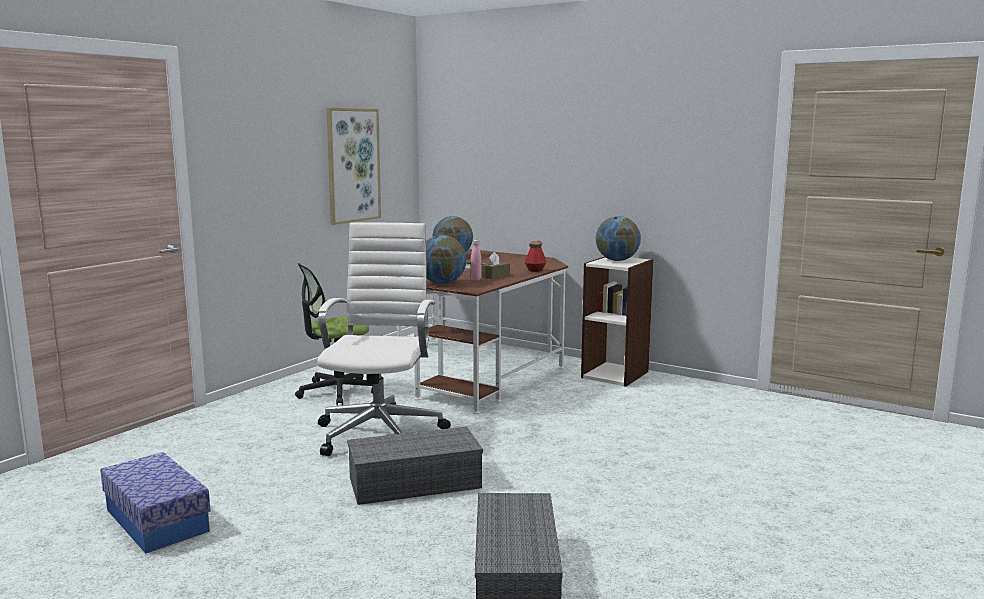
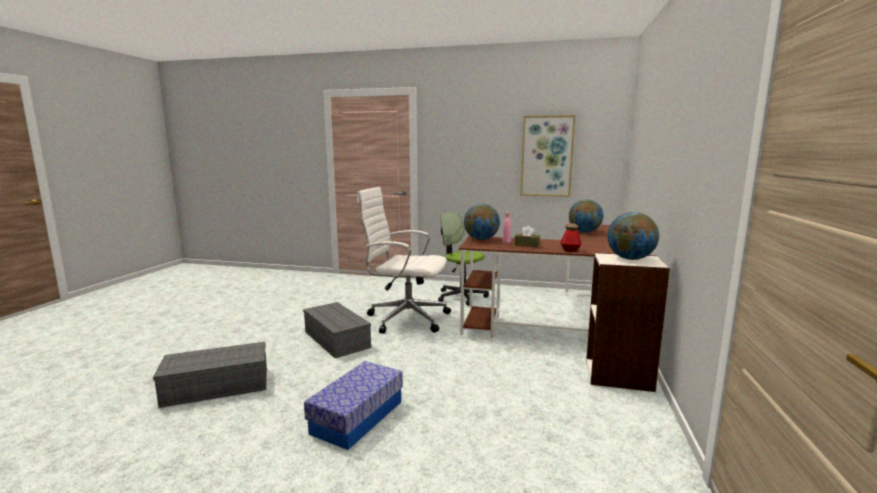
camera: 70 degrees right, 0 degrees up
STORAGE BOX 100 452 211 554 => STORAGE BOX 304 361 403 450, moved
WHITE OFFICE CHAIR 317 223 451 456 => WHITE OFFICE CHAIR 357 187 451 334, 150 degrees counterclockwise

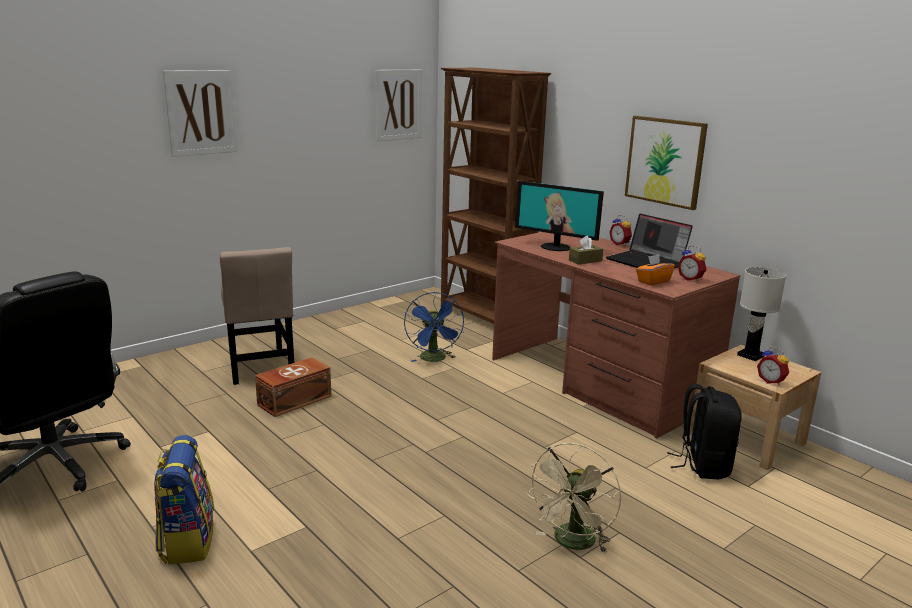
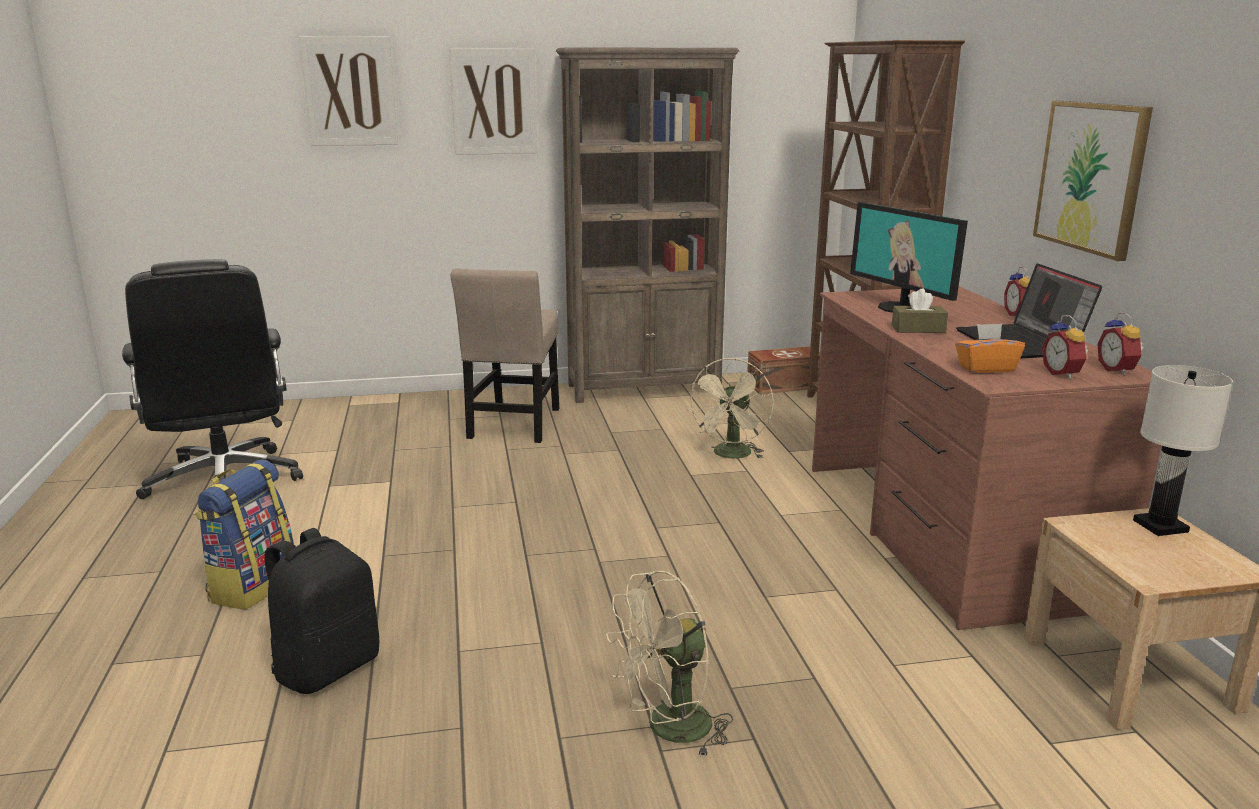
camera: 30 degrees right, 0 degrees up
BLACK BACKPACK 667 384 742 480 => BLACK BACKPACK 265 528 379 694, moved
PICTURE 375 70 422 141 => PICTURE 299 36 398 146, moved
nothing => BROWN BOOKCASE 556 47 739 403
BLUE FAN 404 292 464 362 => BEIGE FAN 687 358 774 459
BROWN STORAGE BOX 255 357 331 417 => BROWN STORAGE BOX 747 346 820 394, moved
ALARM CLOCK 757 347 789 385 => ALARM CLOCK 1097 312 1144 375, moved

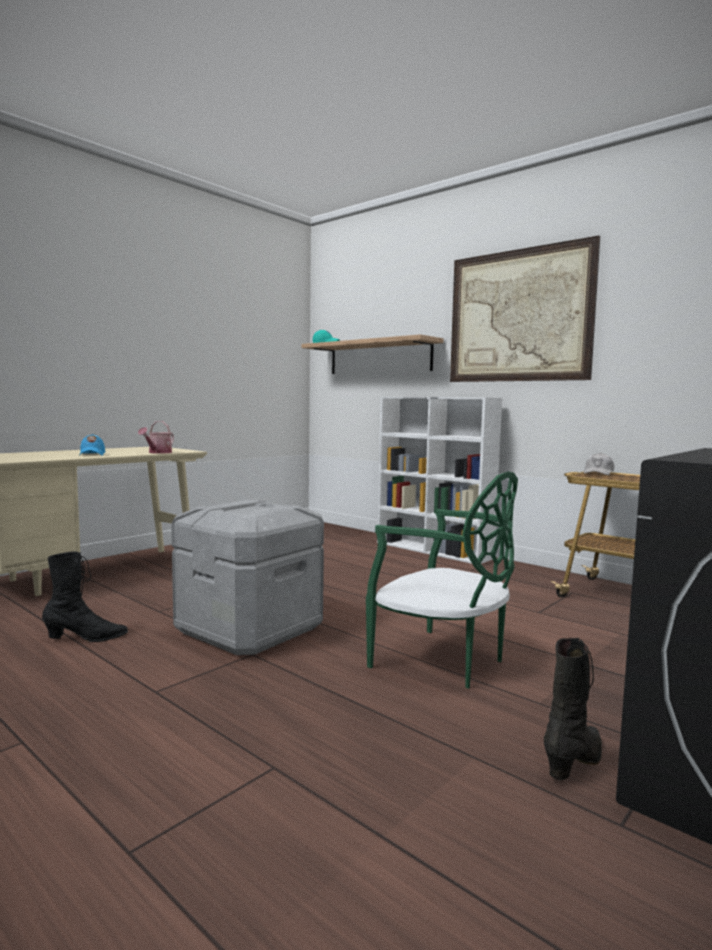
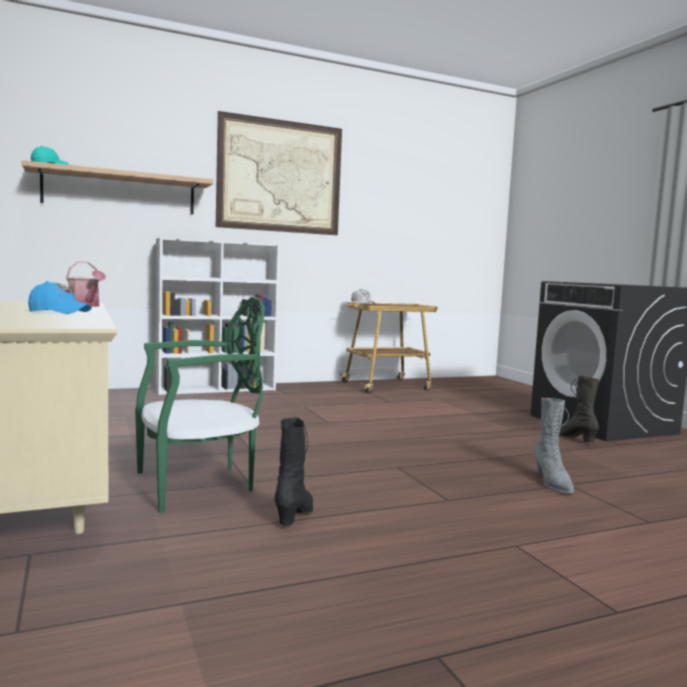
camera: 65 degrees left, 0 degrees up
GREEN CHAIR 366 471 518 689 => GREEN CHAIR 135 297 265 513, moved
nothing => GREY BOOT 534 398 574 494
GREY STORAGE BOX 171 499 324 655 => nothing

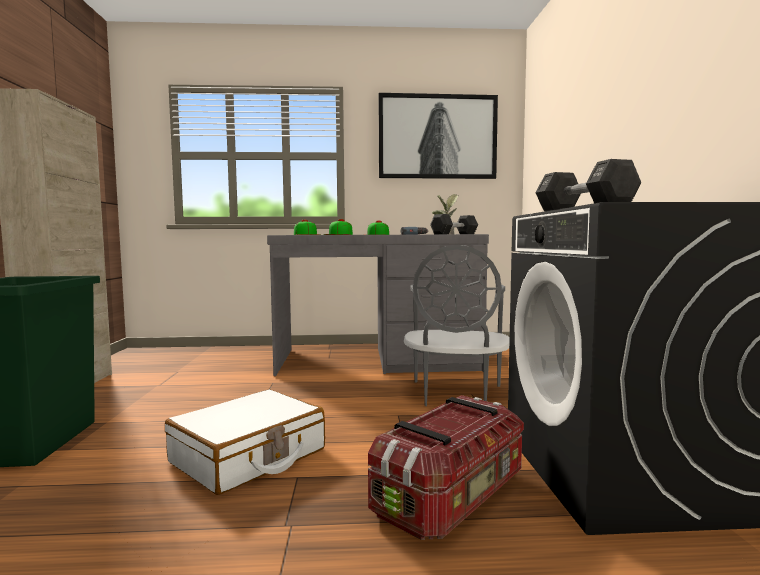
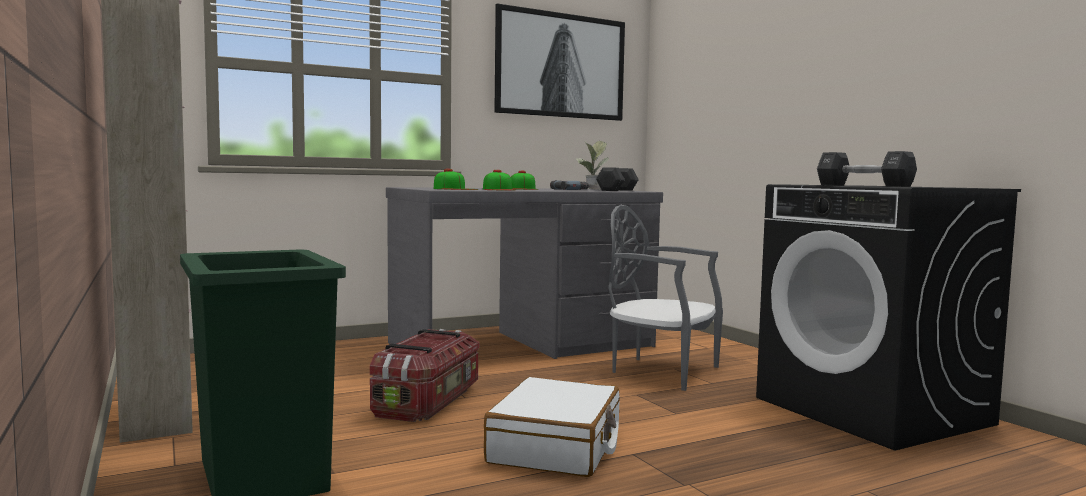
camera: 25 degrees left, 0 degrees up
STORAGE BOX 368 395 524 540 => STORAGE BOX 370 329 480 422, moved
GREY CHAIR 404 245 510 406 => GREY CHAIR 608 205 723 391, 135 degrees clockwise

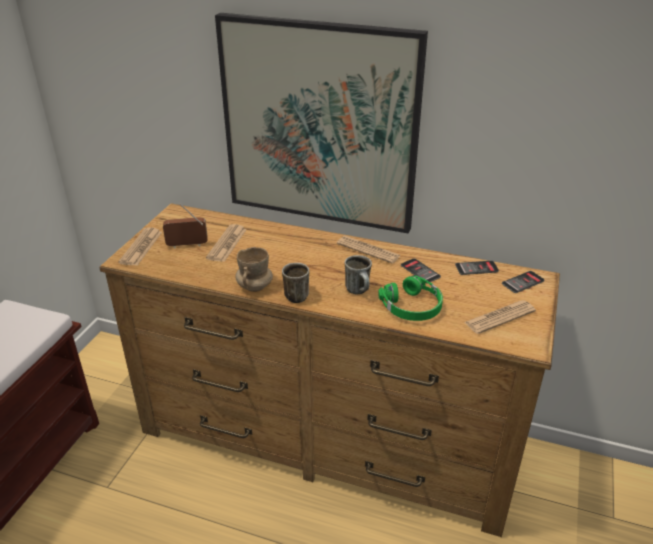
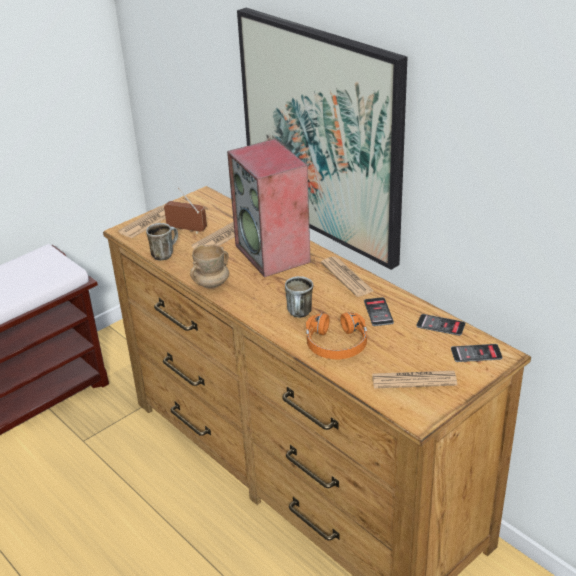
camera: 30 degrees right, 0 degrees up
MUG 282 263 309 303 => MUG 146 223 178 260, moved
nothing => SPEAKER 227 139 311 277
GREEN HEADPHONES 378 275 443 321 => ORANGE HEADPHONES 306 312 367 359

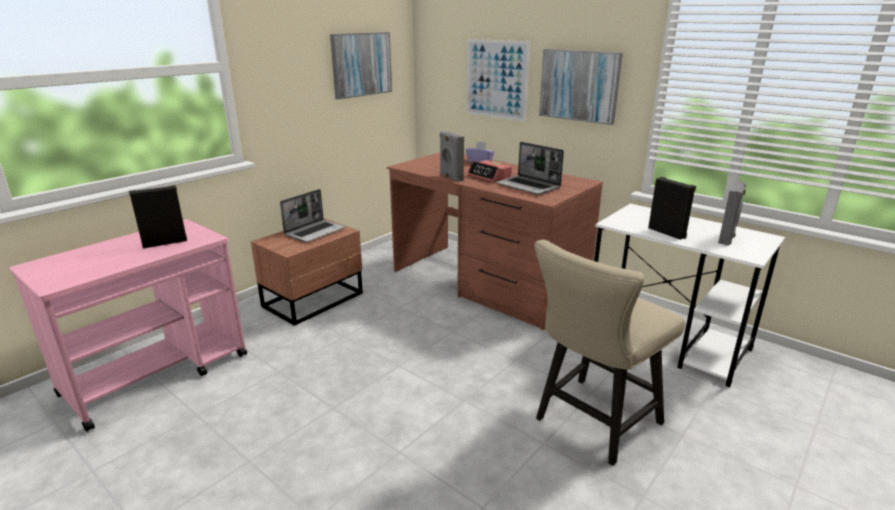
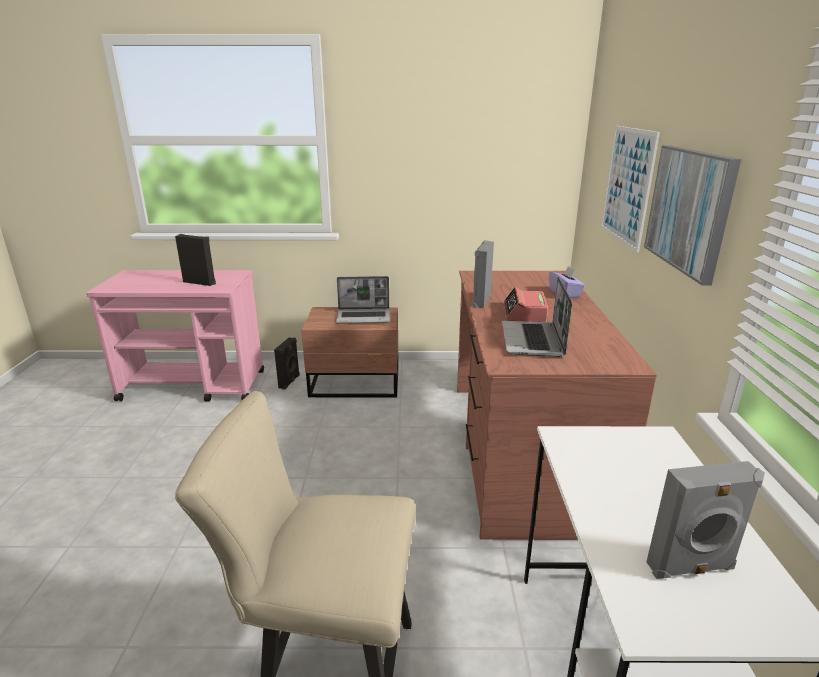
camera: 50 degrees right, 0 degrees up
BLACK SPEAKER 648 177 696 240 => BLACK SPEAKER 274 337 300 390, moved
PICTURE 330 32 392 100 => nothing

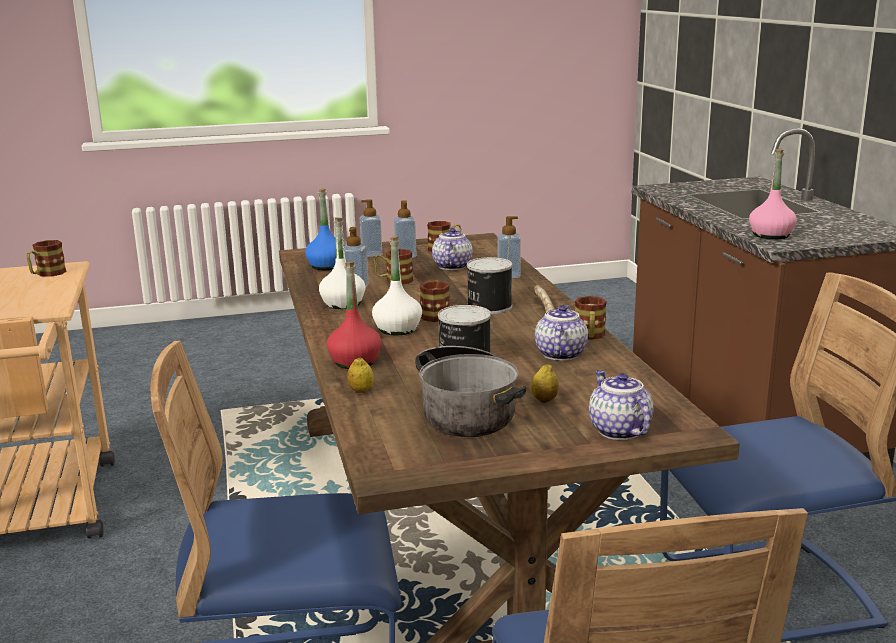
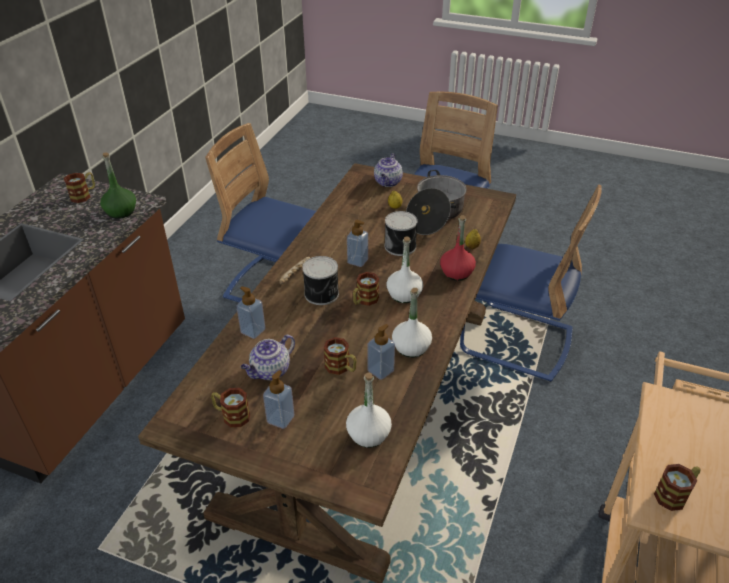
camera: 145 degrees left, 20 degrees up
MUG 575 296 607 340 => MUG 64 173 95 203, moved
PINK BOTTLE 749 148 797 239 => GREEN BOTTLE 100 152 136 219
BLUE BOTTLE 305 188 345 270 => WHITE BOTTLE 346 372 392 448
SOAP DISPENSER 360 199 382 257 => SOAP DISPENSER 347 220 368 267, moved
TEAPOT 535 305 588 361 => nothing

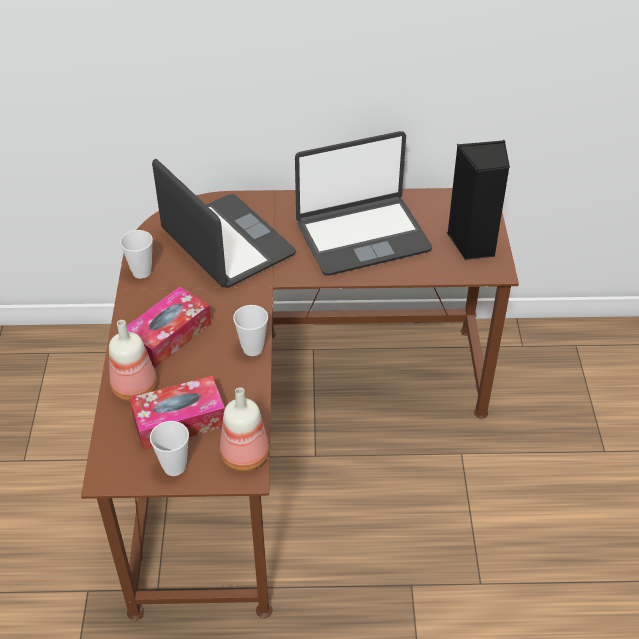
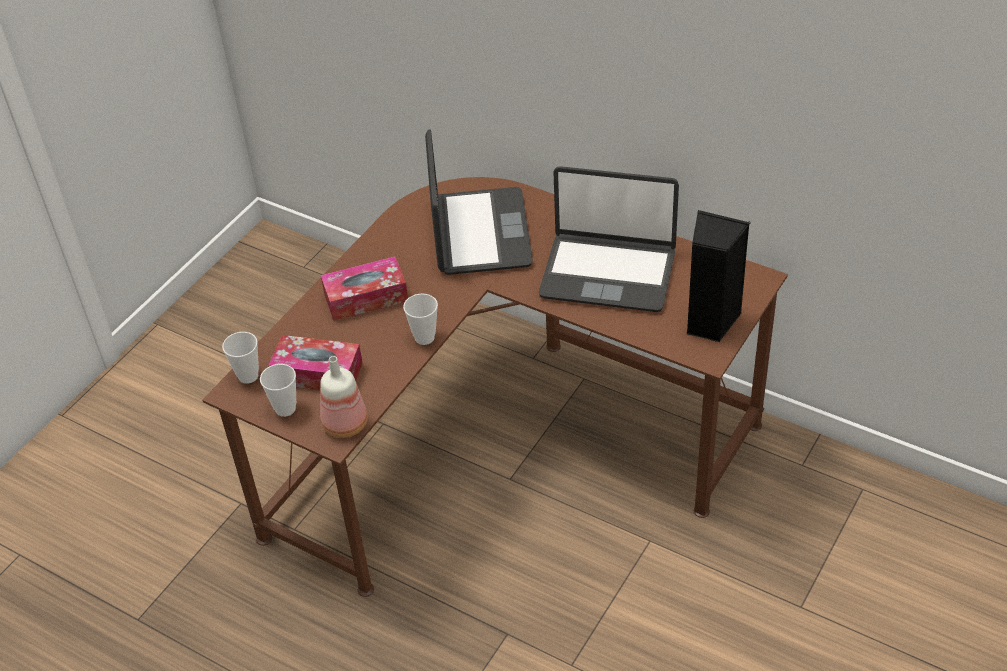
camera: 35 degrees right, 0 degrees up
CUP 120 230 153 279 => CUP 222 332 259 384, moved
BOTTLE 109 320 157 401 => nothing

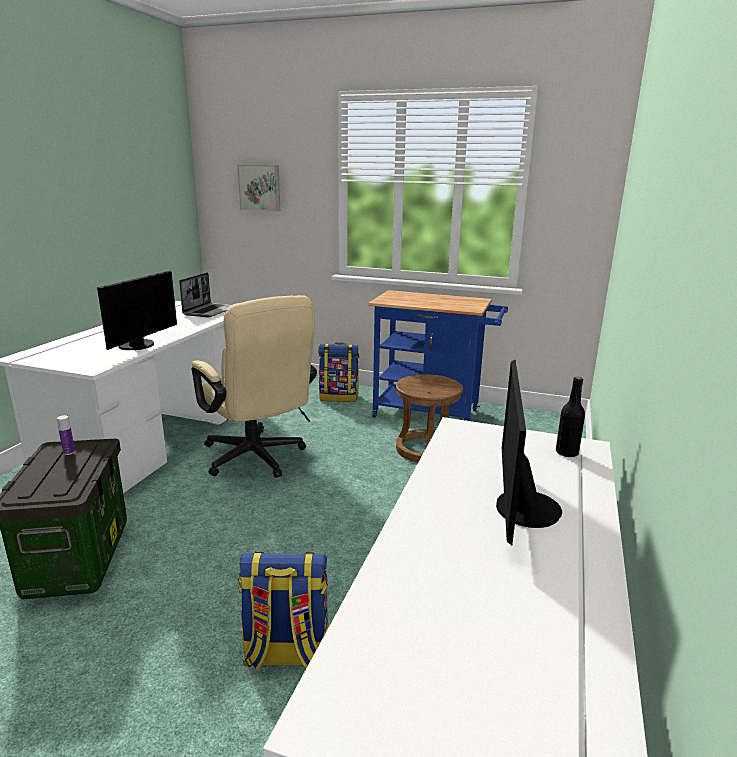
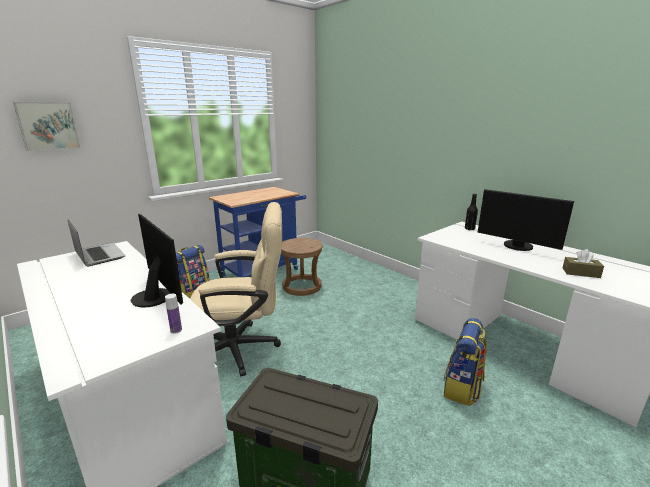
camera: 60 degrees left, 0 degrees up
BOTTLE 57 415 75 455 => BOTTLE 165 294 182 334, moved
nothing => BROWN TISSUE BOX 563 249 604 278

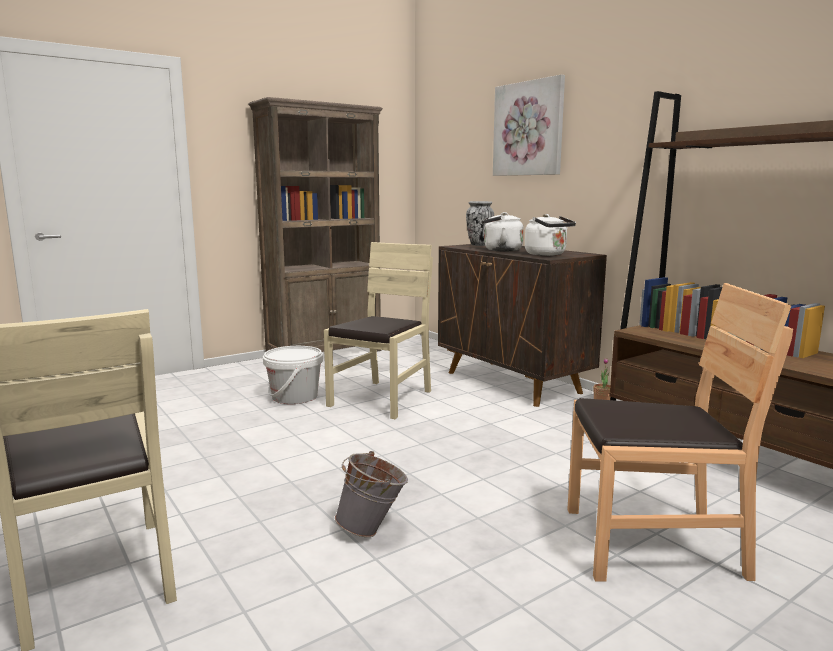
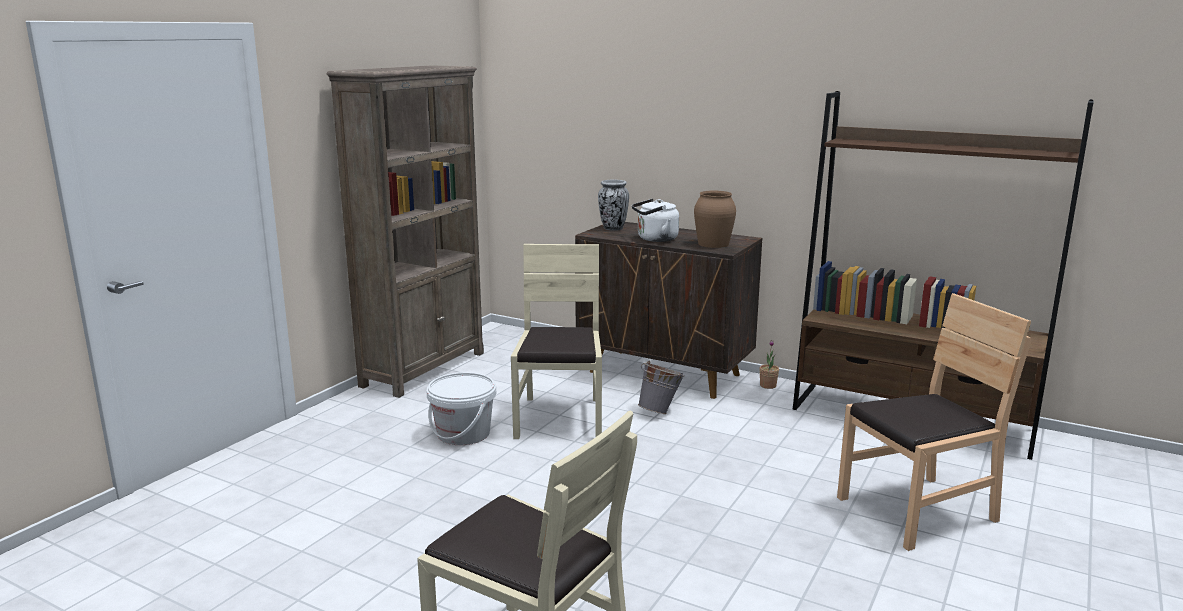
camera: 25 degrees left, 5 degrees up
GREY BUCKET 335 451 408 537 => GREY BUCKET 638 361 685 414, moved
WHITE KETTLE 525 214 576 256 => BROWN VASE 694 191 736 248
PICTURE 493 75 565 176 => nothing

